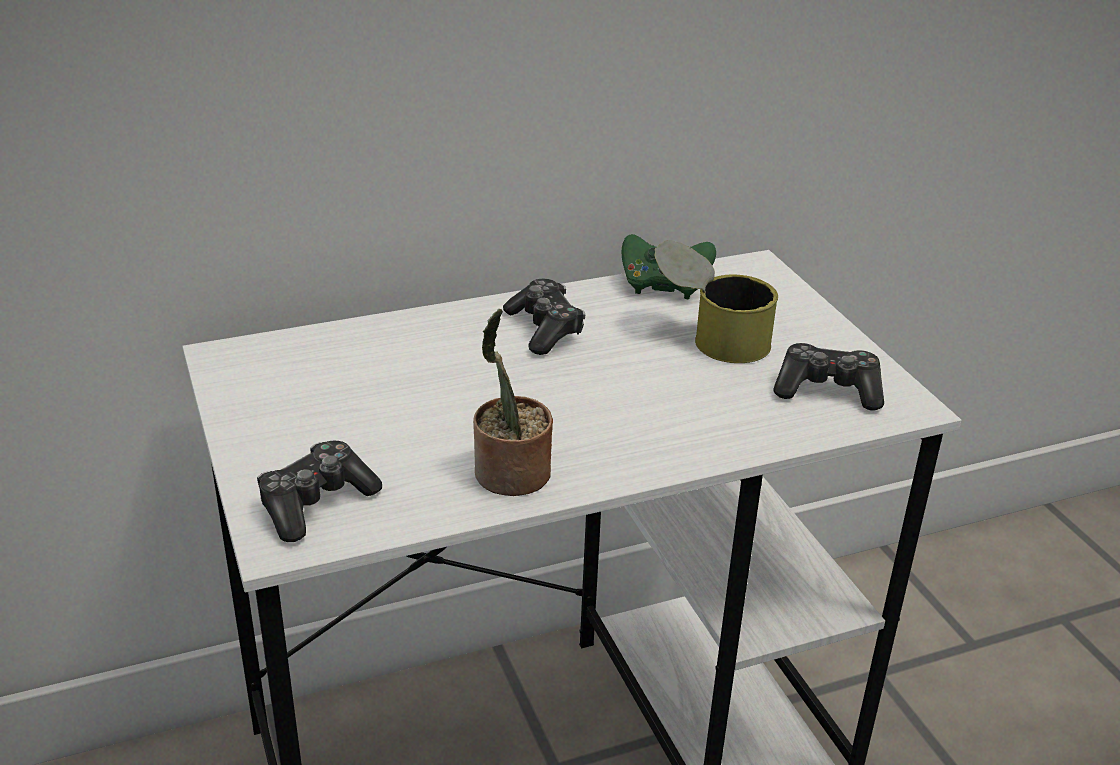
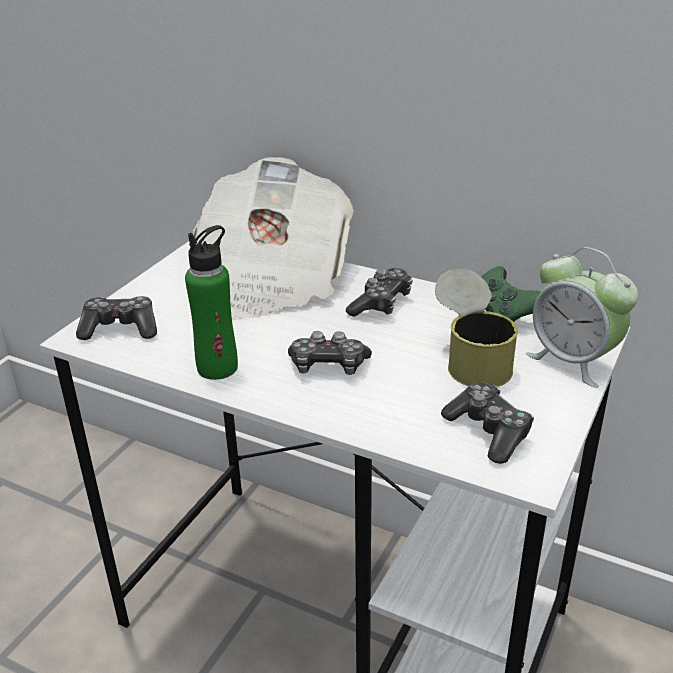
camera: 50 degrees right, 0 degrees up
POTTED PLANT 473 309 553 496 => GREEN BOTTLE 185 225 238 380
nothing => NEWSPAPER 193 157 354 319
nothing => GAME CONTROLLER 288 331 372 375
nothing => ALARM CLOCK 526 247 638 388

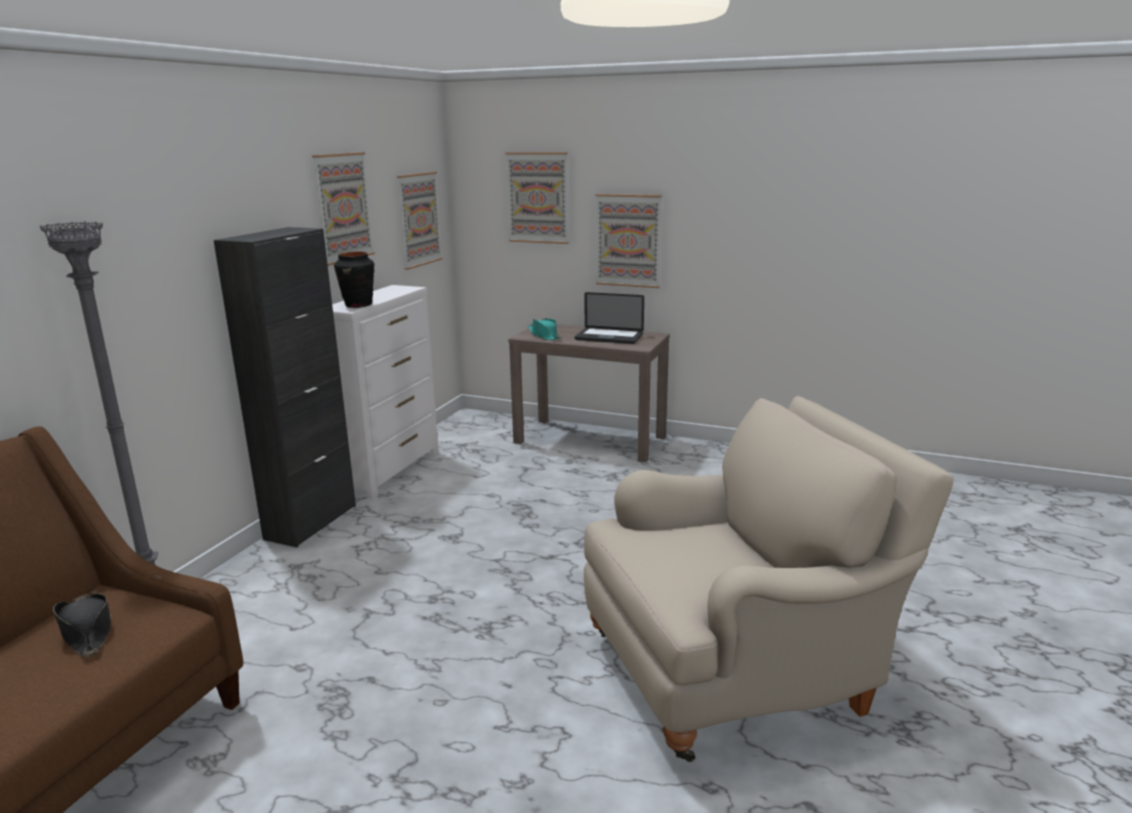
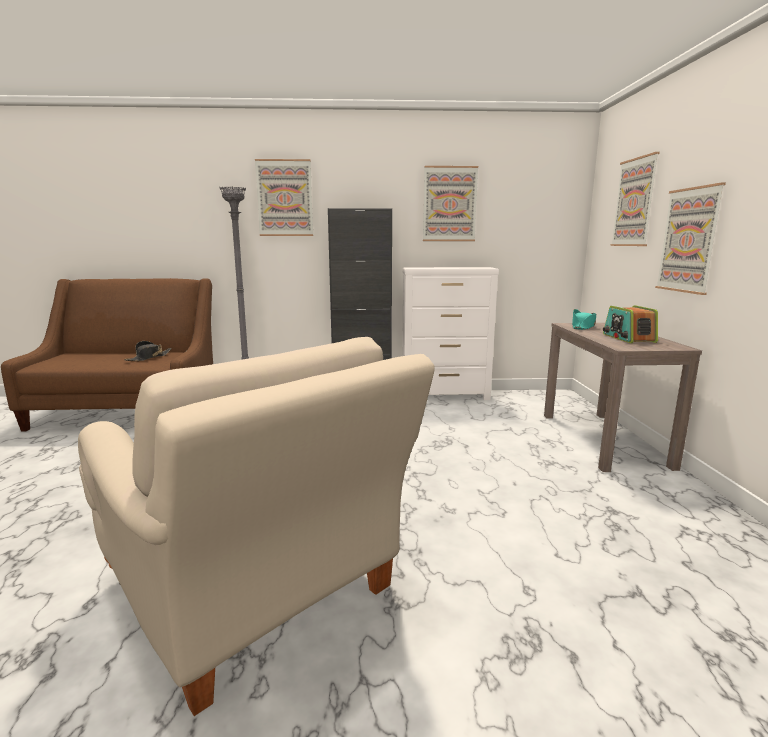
camera: 65 degrees right, 5 degrees down
PICTURE 397 172 443 270 => PICTURE 255 159 313 236, moved
LAPTOP 575 292 644 344 => RADIO 603 305 658 343
BLACK VASE 334 251 374 308 => nothing

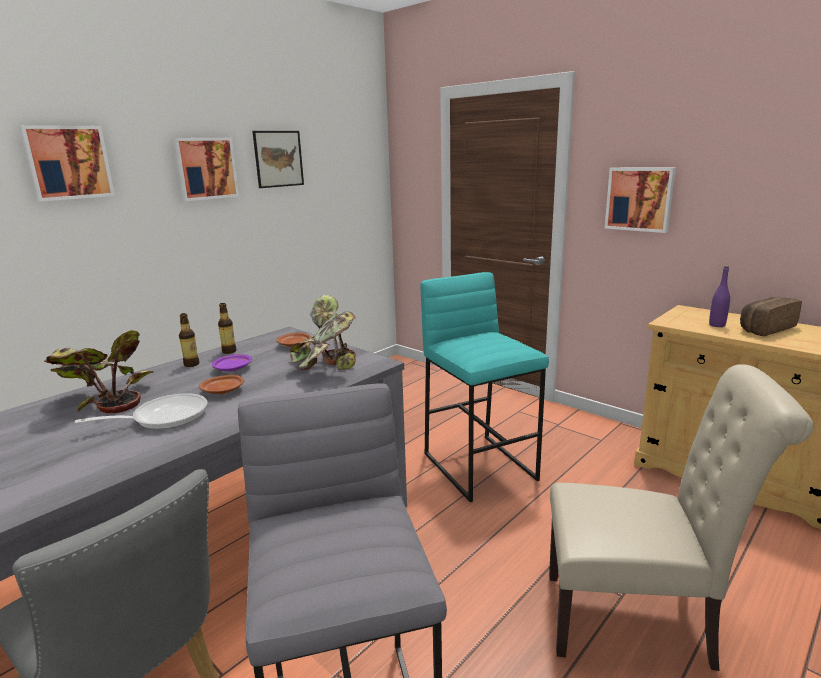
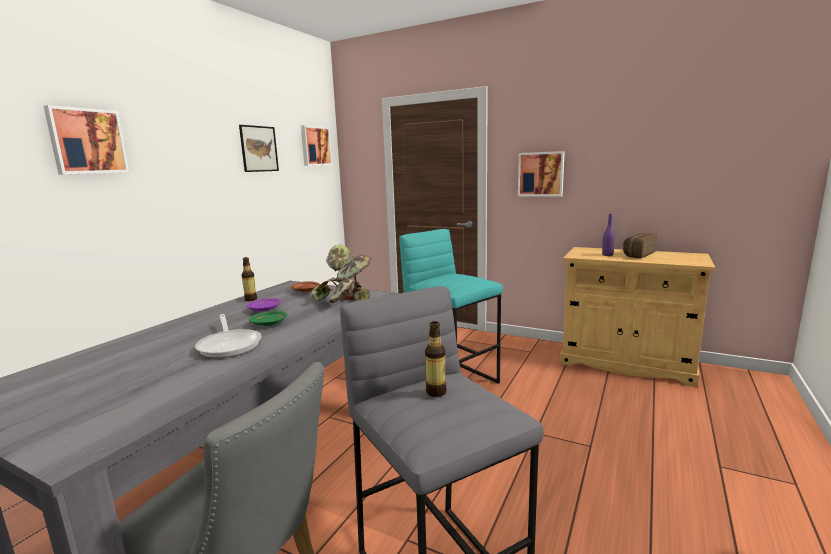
camera: 15 degrees left, 5 degrees down
FRYING PAN 75 393 208 429 => FRYING PAN 195 314 262 358, 105 degrees clockwise
BROWN PLATE 199 375 244 394 => GREEN PLATE 249 311 287 326
PICTURE 172 138 239 201 => PICTURE 301 125 332 166, moved
BOTTLE 179 313 199 367 => BOTTLE 425 321 446 397, moved
POTTED PLANT 44 330 154 413 => nothing
BEIGE CHAIR 549 364 814 671 => nothing

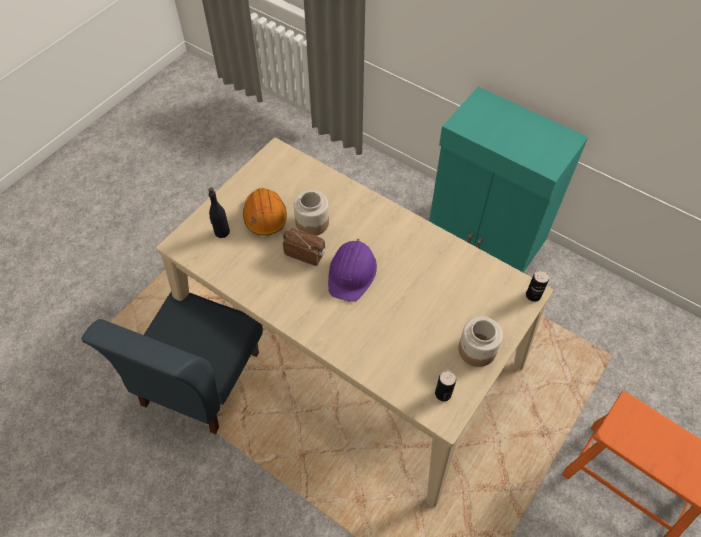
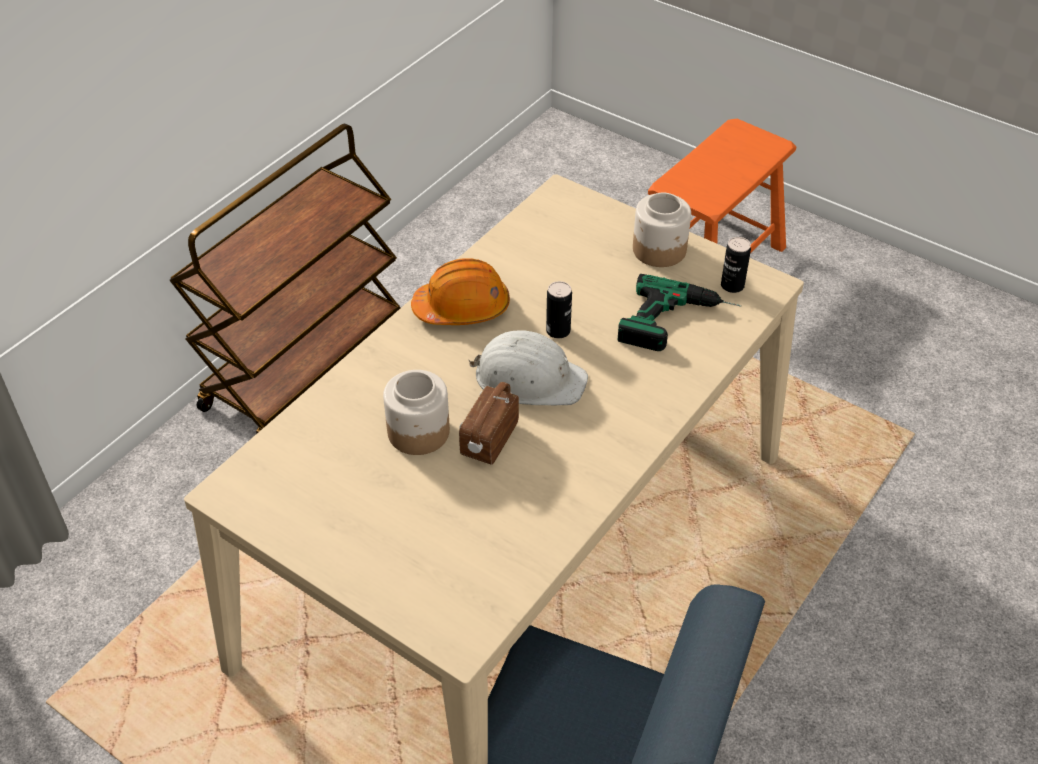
camera: 90 degrees left, 10 degrees down
TURQUOISE CABINET 429 87 588 273 => BROWN CART 169 124 401 433
ORANGE HARD HAT 243 188 287 236 => ORANGE HARD HAT 411 258 510 325, moved
PURPLE HARD HAT 328 239 377 302 => WHITE HARD HAT 469 330 588 405
CAN 526 270 549 302 => CAN 546 281 572 338, moved
nothing => POWER DRILL 618 274 741 351
BLACK BOTTLE 208 188 230 238 => nothing

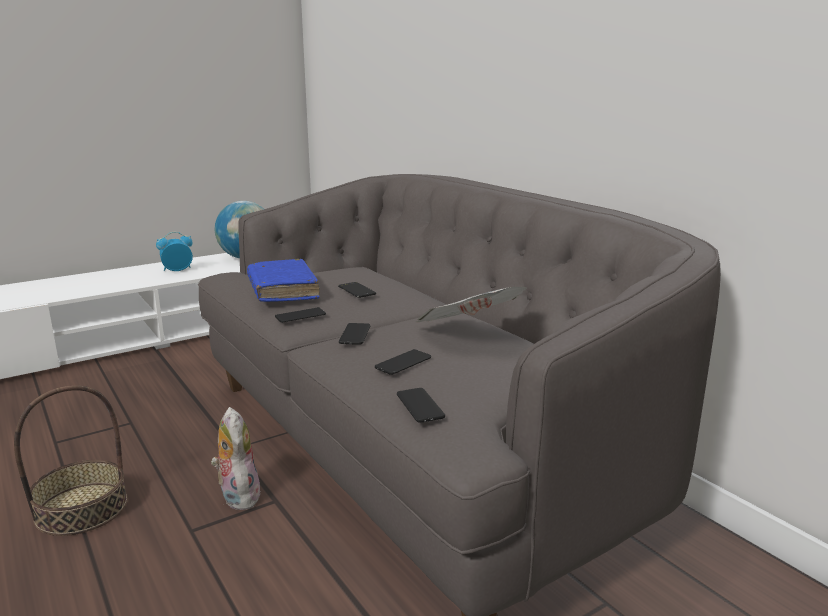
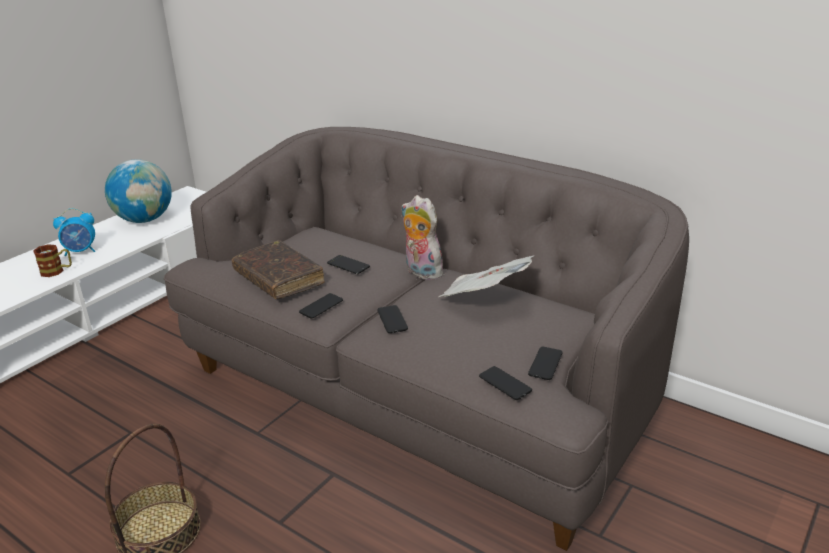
camera: 20 degrees left, 10 degrees up
nothing => MUG 33 244 72 277
ALARM CLOCK 156 232 193 271 => ALARM CLOCK 53 208 95 256, 150 degrees counterclockwise
BLUE BOOK 247 259 320 302 => BROWN BOOK 232 240 325 299
PLUSH TOY 211 407 261 510 => PLUSH TOY 402 195 448 280, moved
PHONE 375 349 431 375 => PHONE 528 346 562 380, moved

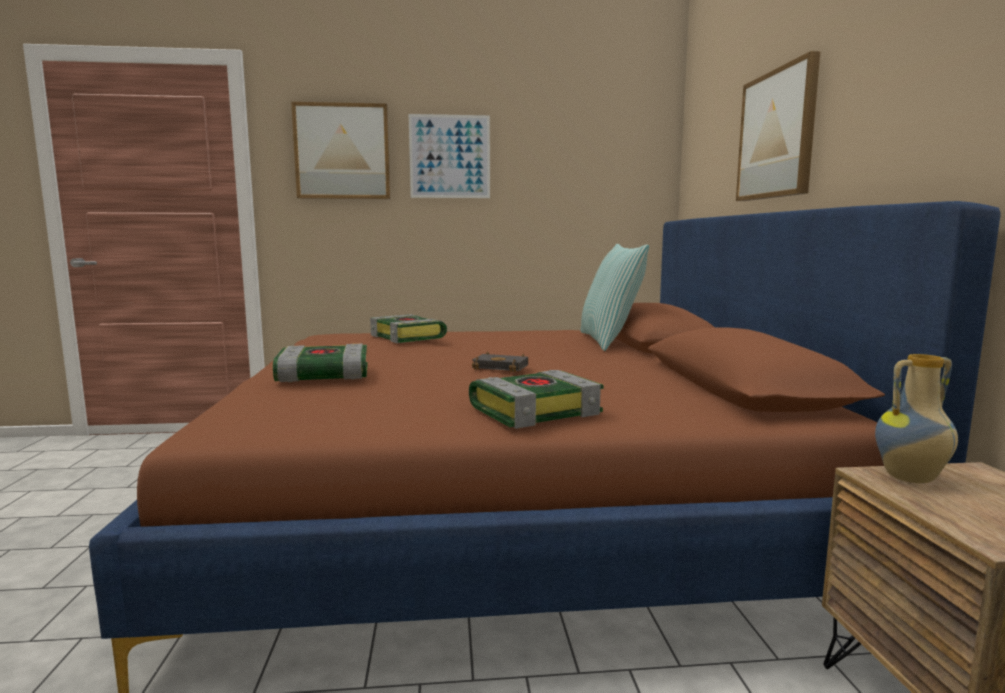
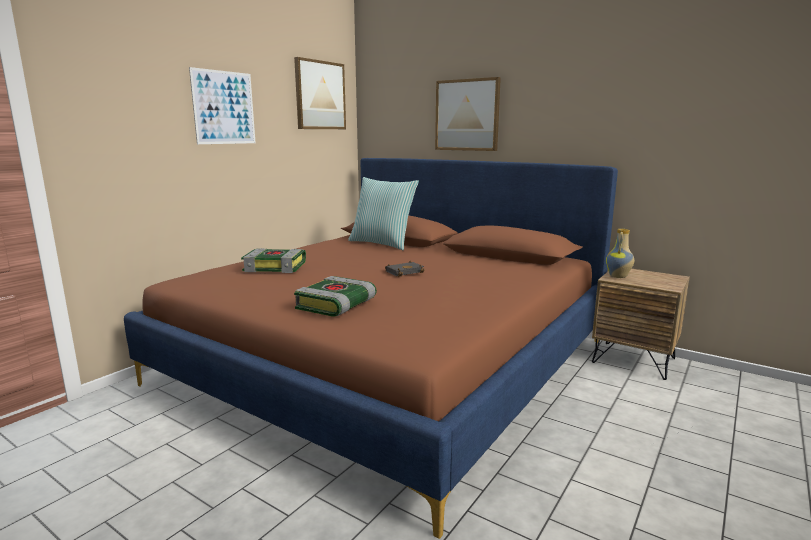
camera: 50 degrees left, 5 degrees up
PICTURE 291 102 391 199 => PICTURE 294 57 346 129, moved
BOOK 469 370 603 429 => nothing

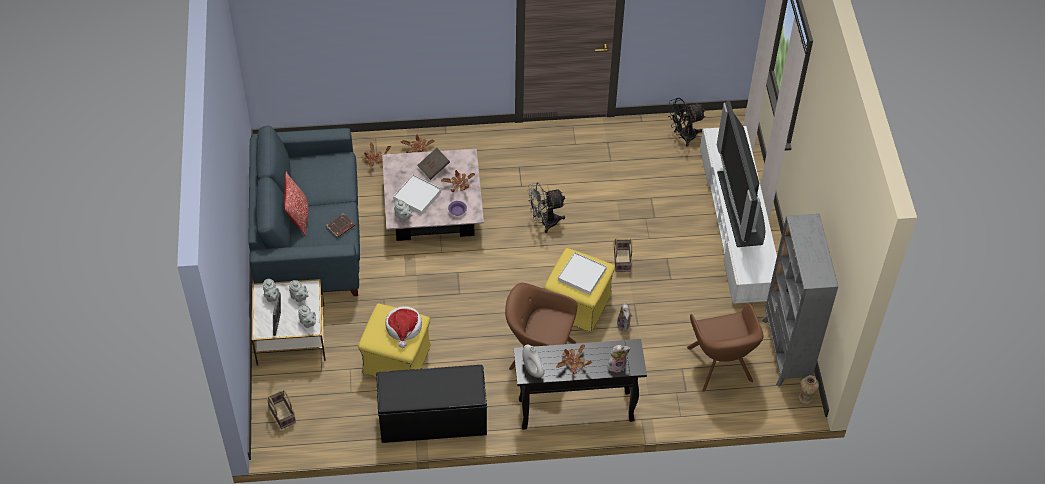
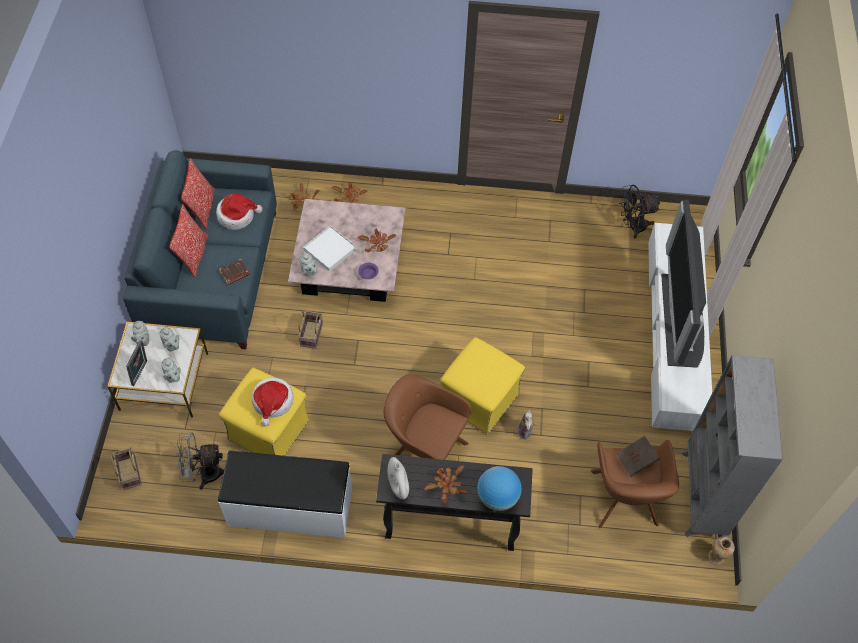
camera: 10 degrees right, 5 degrees up
GREY FAN 527 182 565 233 => GREY FAN 176 432 224 490, moved
nothing => PILLOW 181 158 215 229
nothing => HAT 216 194 263 230
BLACK BENCH 376 365 487 443 => WHITE BENCH 218 451 352 538
BASKET 614 239 632 272 => BASKET 298 311 323 349, moved
PLUSH TOY 608 345 631 373 => GLOBE 477 466 522 511
BROWN BOOK 417 148 450 180 => BROWN BOOK 616 436 660 477, moved
WHITE TRAY 558 252 607 295 => nothing

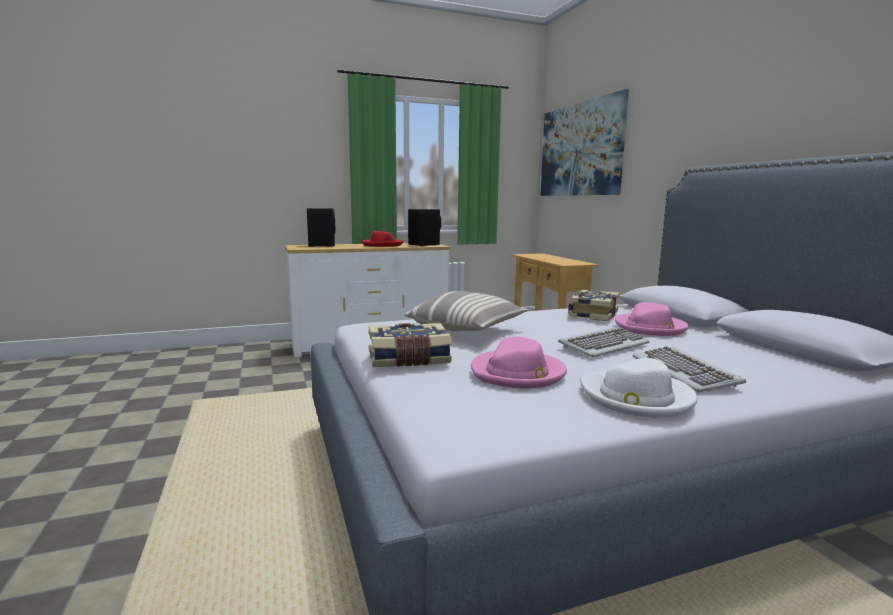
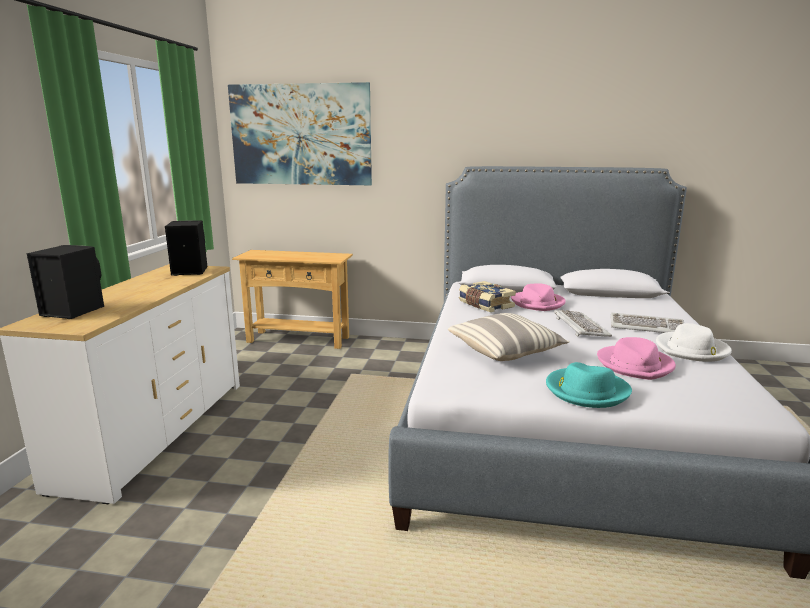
camera: 60 degrees left, 5 degrees up
BOOK 369 323 452 367 => TURQUOISE HAT 546 362 632 408
RED HAT 362 231 403 247 => nothing

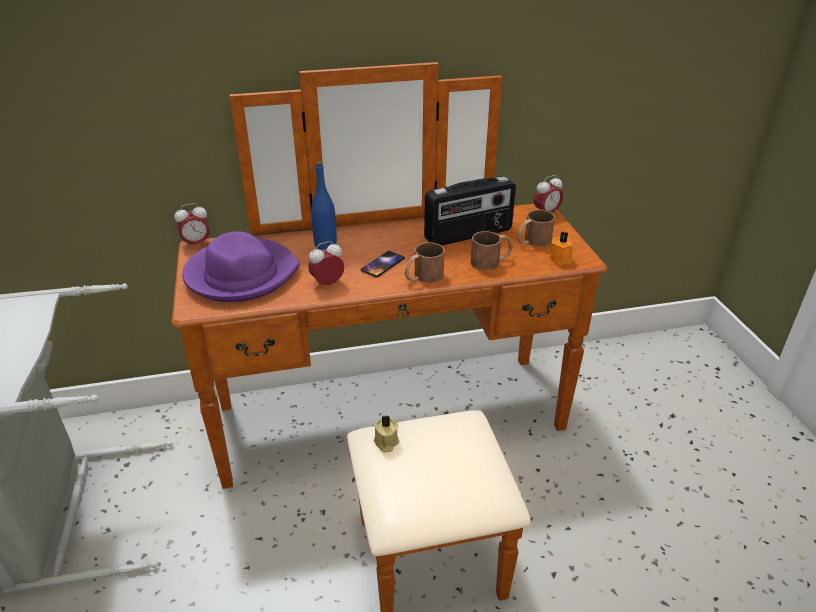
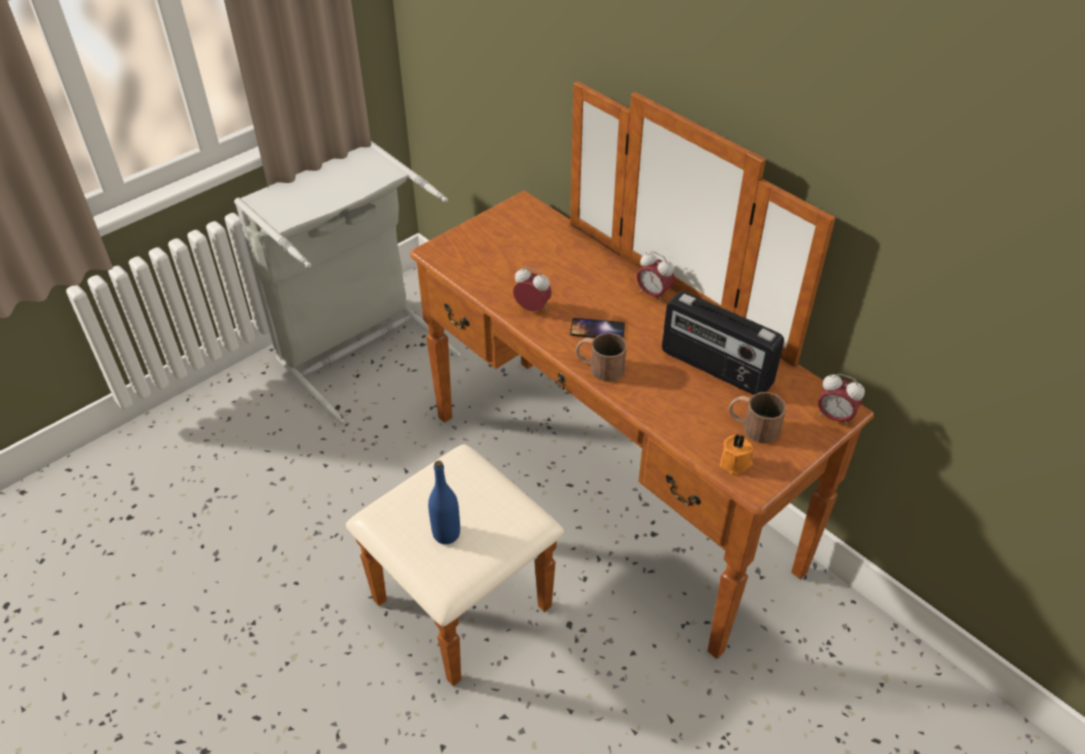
camera: 60 degrees right, 10 degrees up
BLUE BOTTLE 311 162 337 250 => BLUE BOTTLE 428 460 460 544, moved
ALARM CLOCK 174 203 210 248 => ALARM CLOCK 637 251 675 303, moved
PURPLE HAT 182 231 300 302 => nothing
BEIGE CANDLE 374 415 399 452 => nothing
BROWN MUG 471 231 512 270 => nothing

